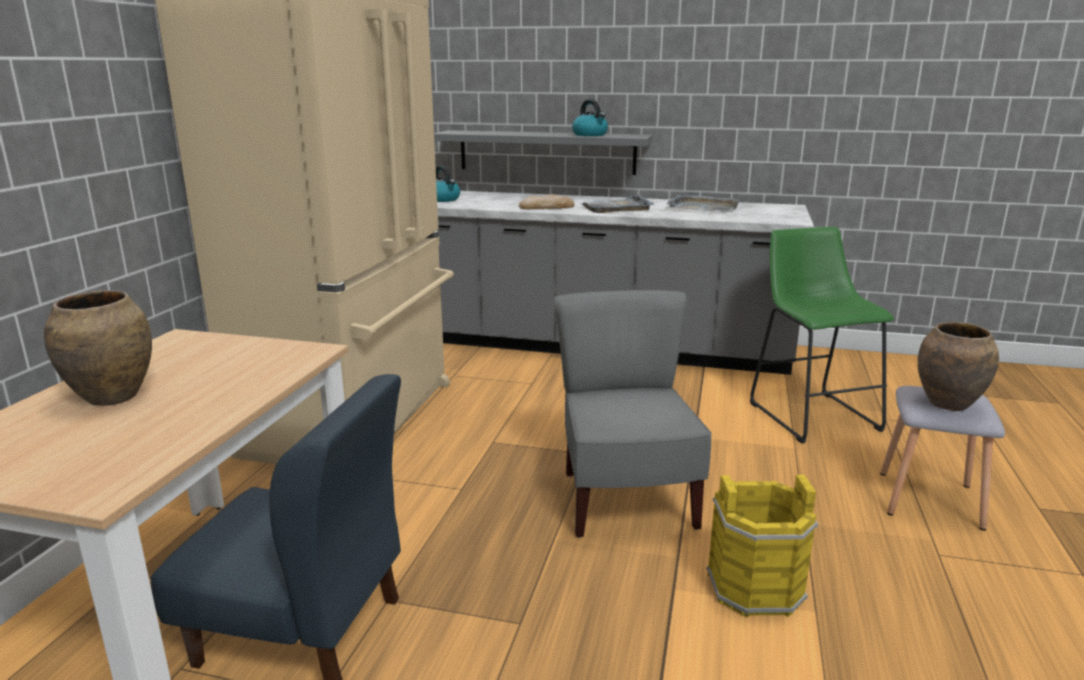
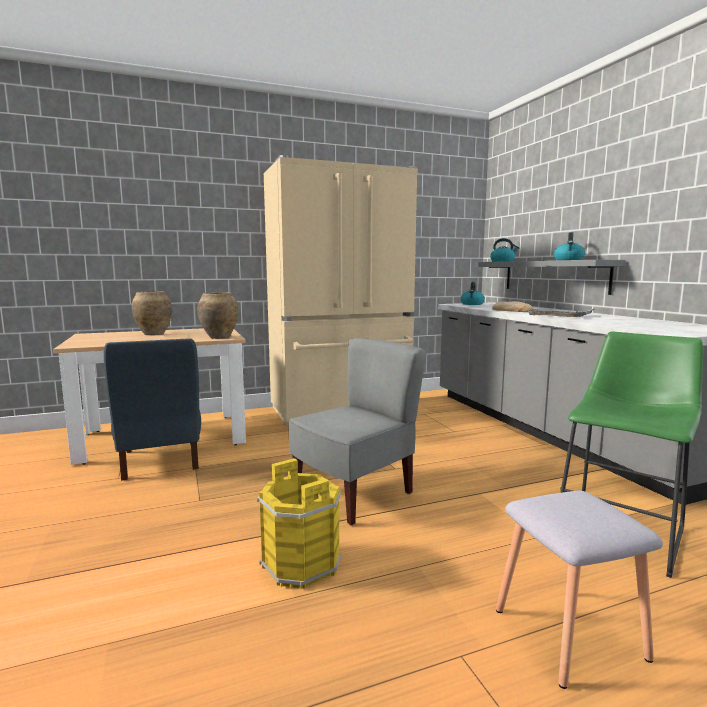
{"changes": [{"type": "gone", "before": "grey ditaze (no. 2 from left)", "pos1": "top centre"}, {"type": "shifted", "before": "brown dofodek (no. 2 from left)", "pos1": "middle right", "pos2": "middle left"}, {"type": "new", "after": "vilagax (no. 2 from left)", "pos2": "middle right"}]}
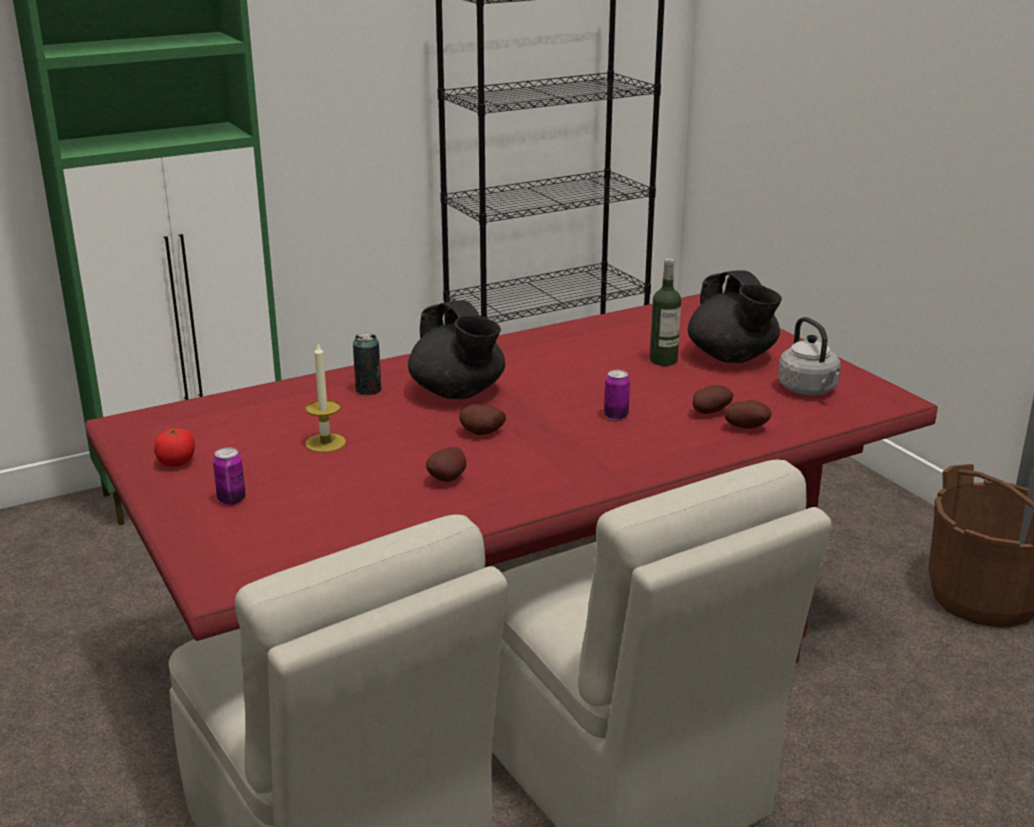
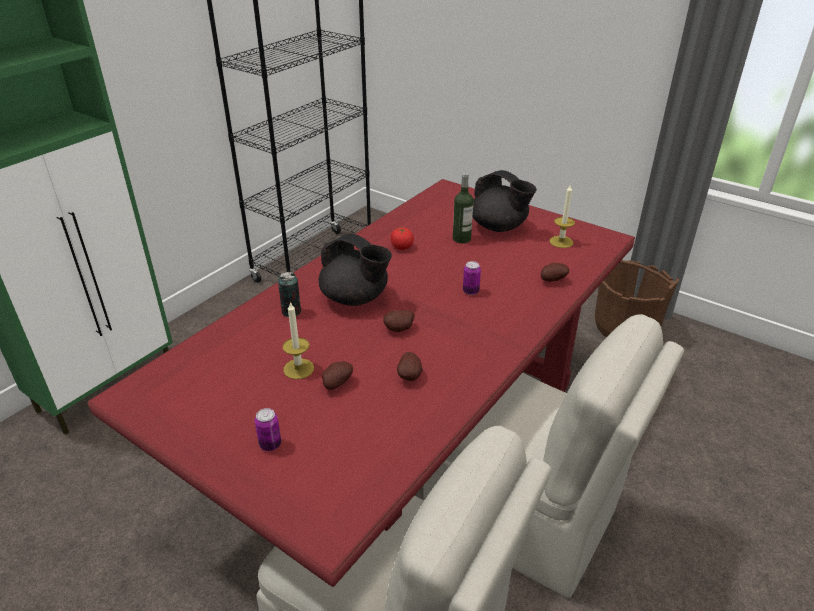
{"changes": [{"type": "shifted", "before": "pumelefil", "pos1": "middle left", "pos2": "centre"}, {"type": "shifted", "before": "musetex (no. 3 from left in the first image)", "after": "musetex (no. 1 from left)", "pos1": "middle right", "pos2": "centre"}, {"type": "swapped", "before": "grey vilagax", "after": "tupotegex (no. 2 from left)", "pos1": "middle right", "pos2": "middle right"}]}
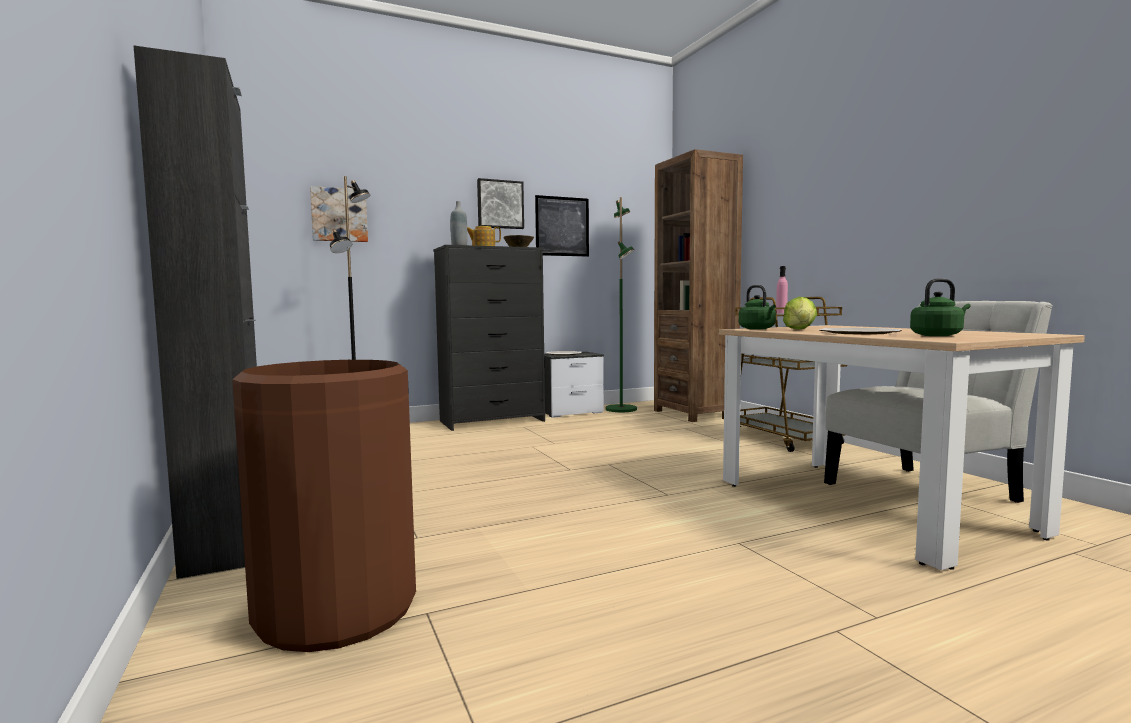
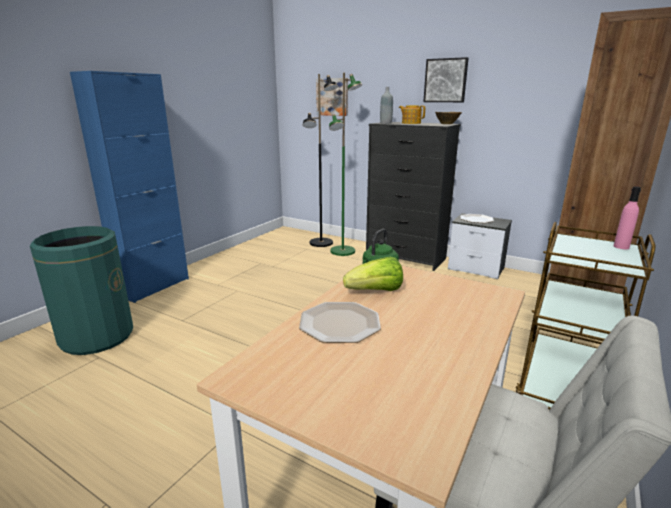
{"changes": [{"type": "repainted", "before": "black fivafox", "after": "blue fivafox", "pos1": "middle left", "pos2": "middle left"}, {"type": "repainted", "before": "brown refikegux", "after": "green refikegux", "pos1": "bottom left", "pos2": "middle left"}, {"type": "gone", "before": "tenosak (no. 3 from left)", "pos1": "top centre"}, {"type": "shifted", "before": "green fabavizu", "pos1": "centre", "pos2": "top centre"}, {"type": "gone", "before": "green vilagax (no. 2 from left)", "pos1": "middle right"}]}
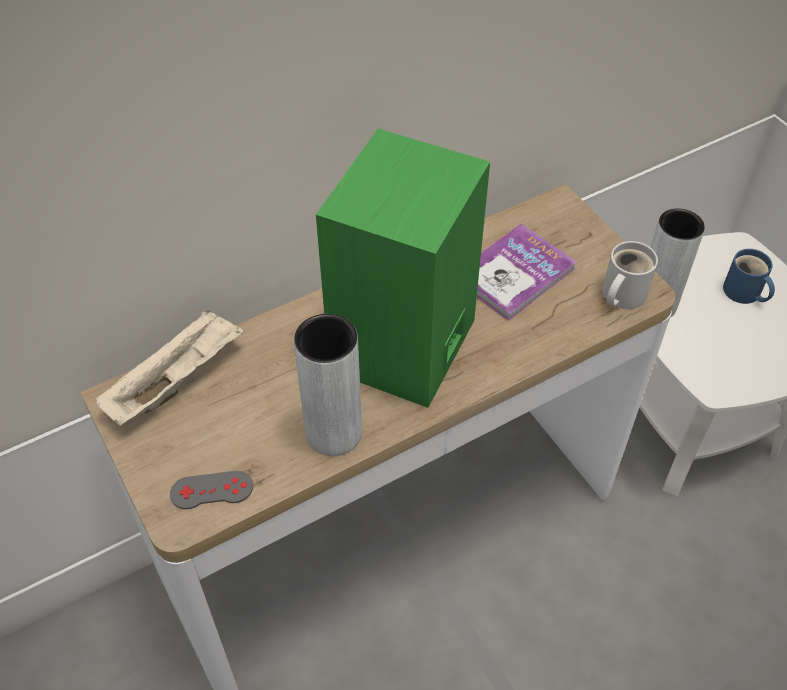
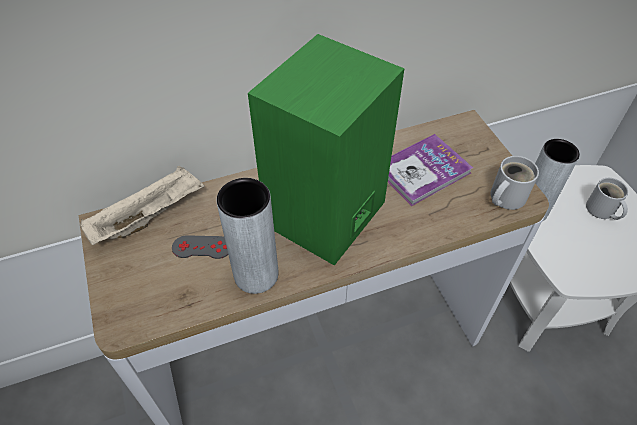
{"changes": [{"type": "shifted", "before": "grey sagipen", "pos1": "bottom left", "pos2": "middle left"}, {"type": "repainted", "before": "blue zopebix", "after": "white zopebix (no. 2 from left)", "pos1": "middle right", "pos2": "middle right"}]}
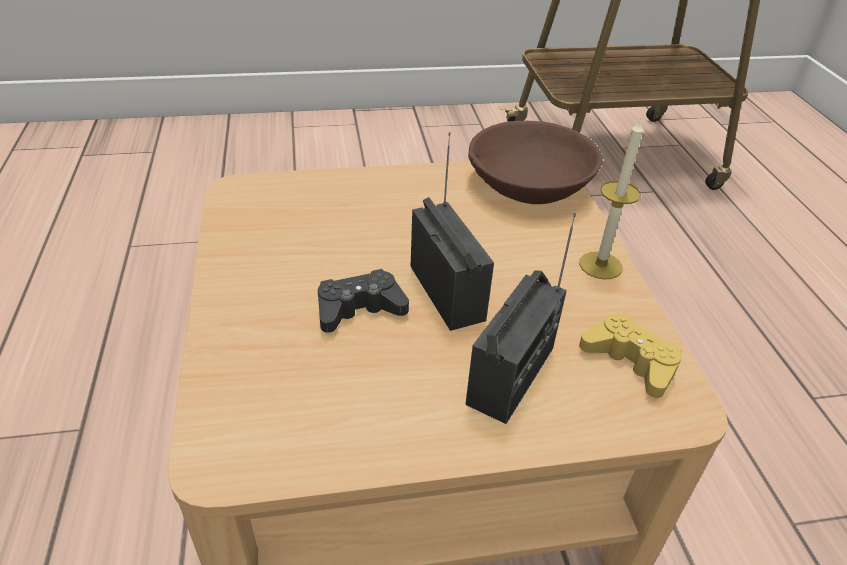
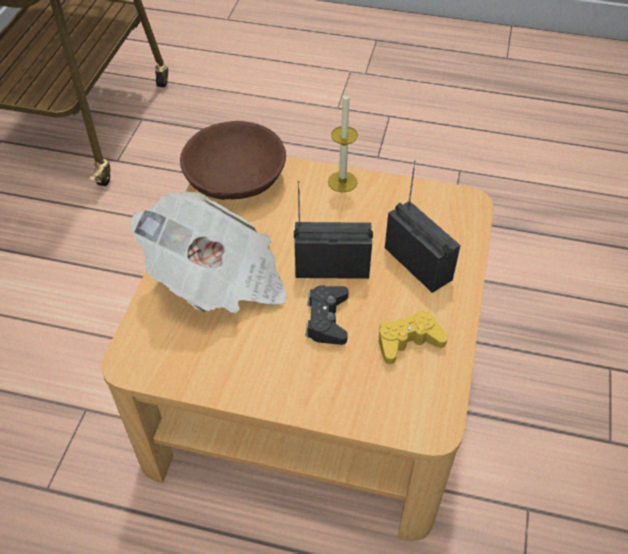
{"changes": [{"type": "shifted", "before": "yellow sagipen", "pos1": "middle right", "pos2": "centre"}, {"type": "new", "after": "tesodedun", "pos2": "middle left"}]}
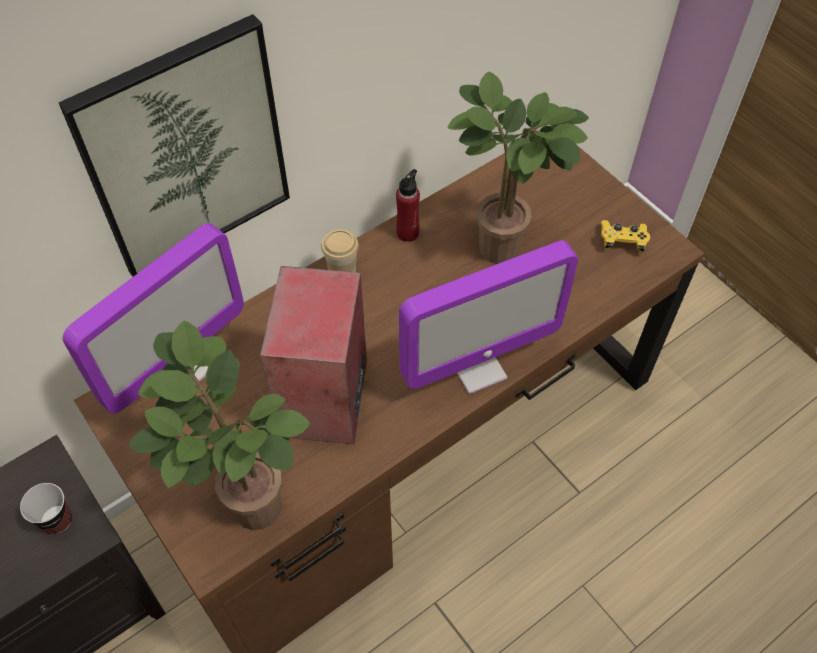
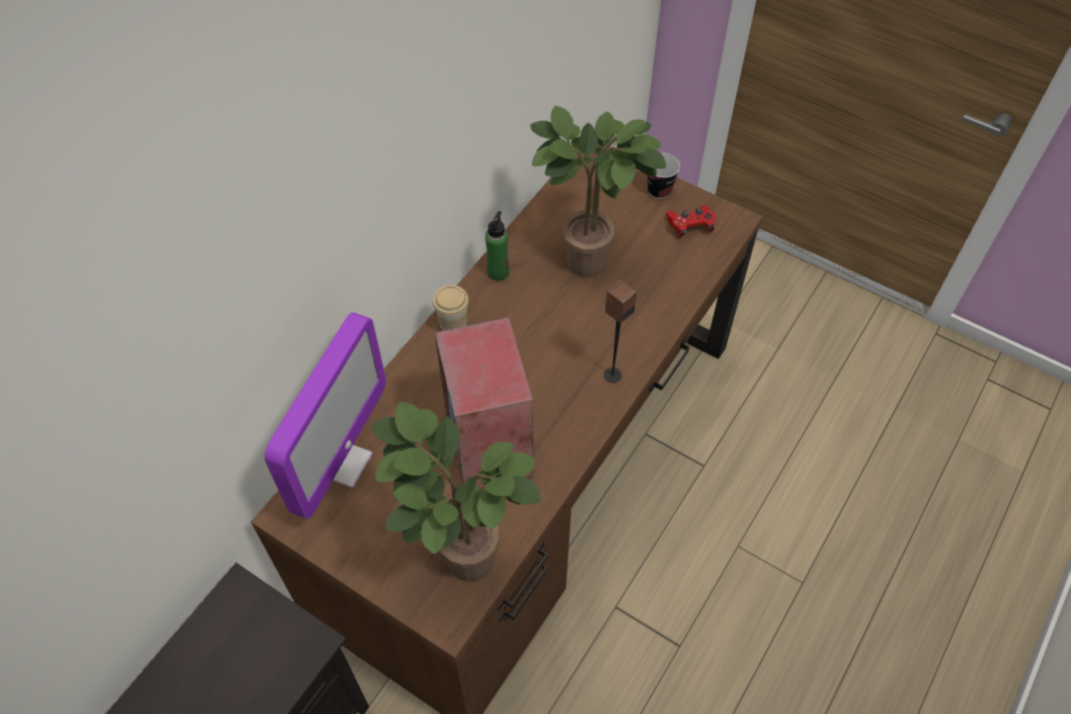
{"changes": [{"type": "shifted", "before": "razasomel (no. 1 from left in the first image)", "after": "razasomel (no. 2 from left)", "pos1": "bottom left", "pos2": "top centre"}, {"type": "gone", "before": "tenosak", "pos1": "top left"}, {"type": "repainted", "before": "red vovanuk", "after": "green vovanuk", "pos1": "top centre", "pos2": "centre"}, {"type": "swapped", "before": "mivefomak (no. 2 from left)", "after": "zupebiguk (no. 2 from left)", "pos1": "centre", "pos2": "centre"}, {"type": "repainted", "before": "yellow sagipen", "after": "red sagipen", "pos1": "middle right", "pos2": "top centre"}]}
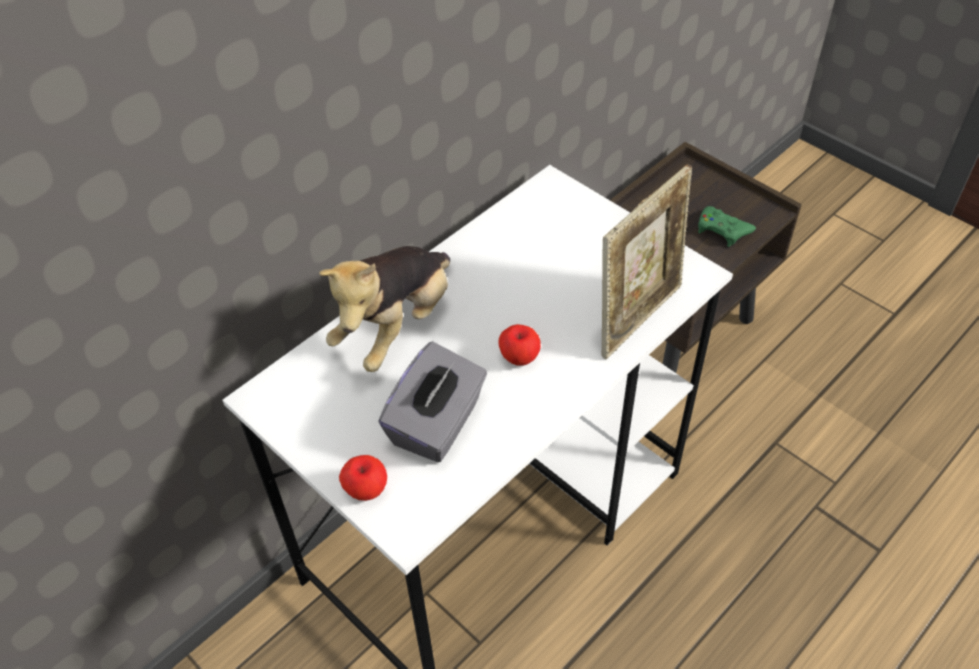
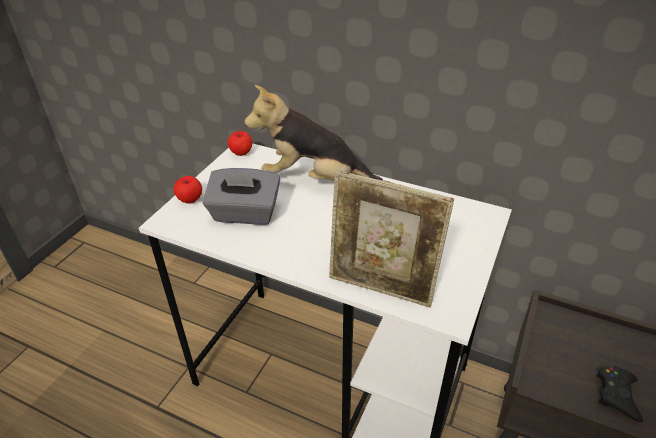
{"changes": [{"type": "shifted", "before": "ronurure (no. 2 from left)", "pos1": "centre", "pos2": "top centre"}, {"type": "repainted", "before": "green sagipen", "after": "black sagipen", "pos1": "middle right", "pos2": "bottom right"}]}
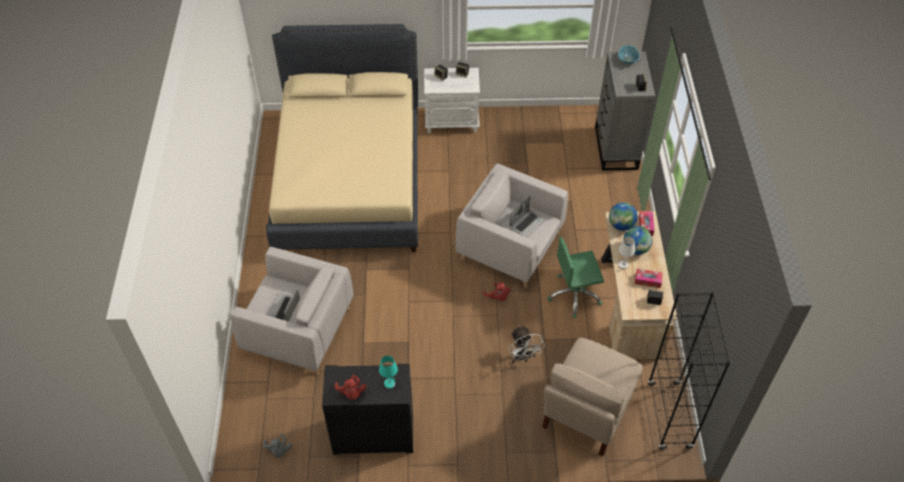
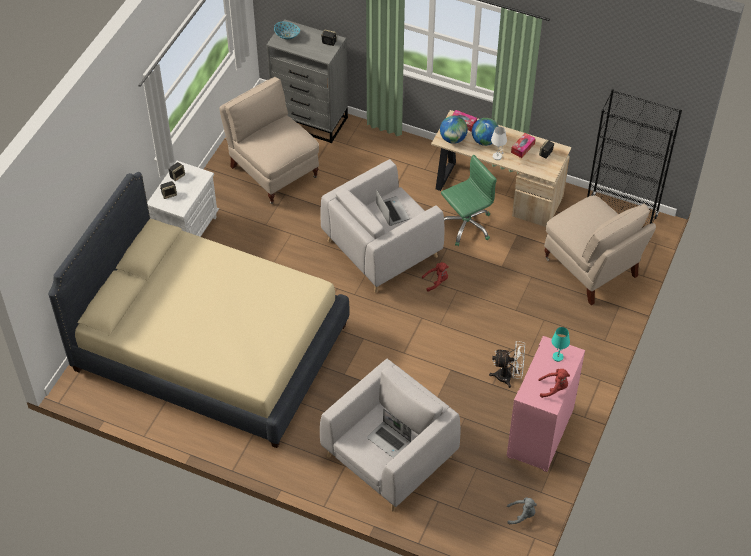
{"changes": [{"type": "repainted", "before": "black fivafox", "after": "pink fivafox", "pos1": "bottom centre", "pos2": "bottom right"}, {"type": "shifted", "before": "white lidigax", "pos1": "bottom centre", "pos2": "middle right"}, {"type": "rotated", "before": "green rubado", "pos1": "centre", "pos2": "centre", "turn": -135}, {"type": "new", "after": "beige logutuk (no. 1 from left)", "pos2": "top centre"}]}
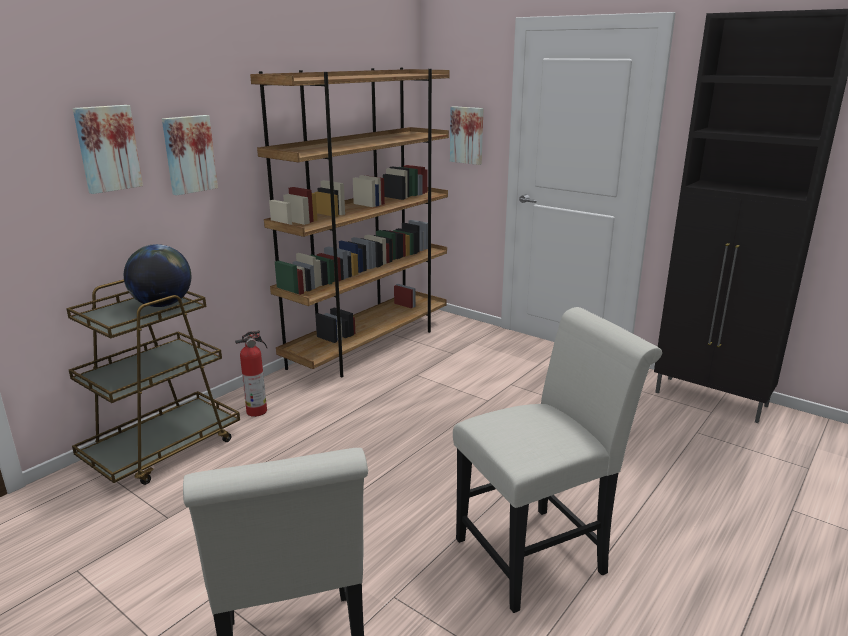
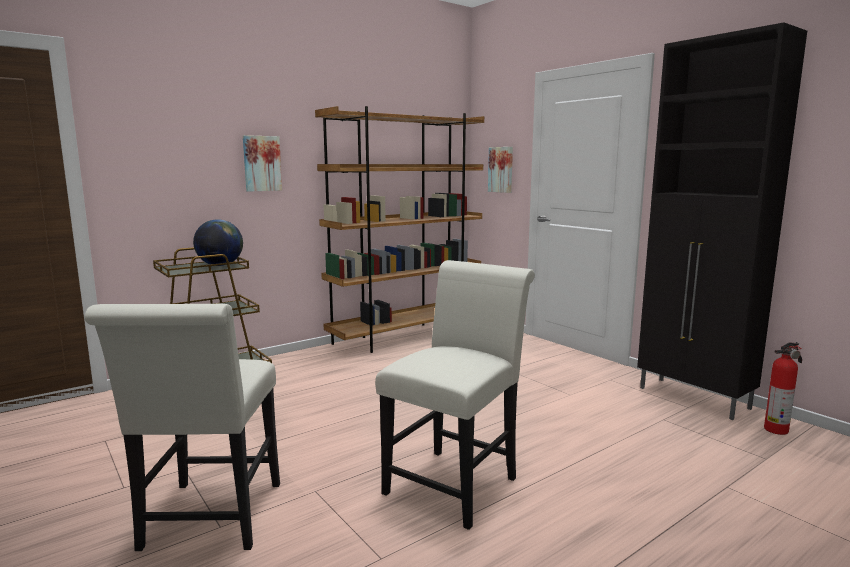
{"changes": [{"type": "gone", "before": "tenosak (no. 1 from left)", "pos1": "top left"}, {"type": "shifted", "before": "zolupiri", "pos1": "middle left", "pos2": "bottom right"}, {"type": "rotated", "before": "white logutuk (no. 2 from left)", "pos1": "bottom centre", "pos2": "bottom centre", "turn": -45}]}
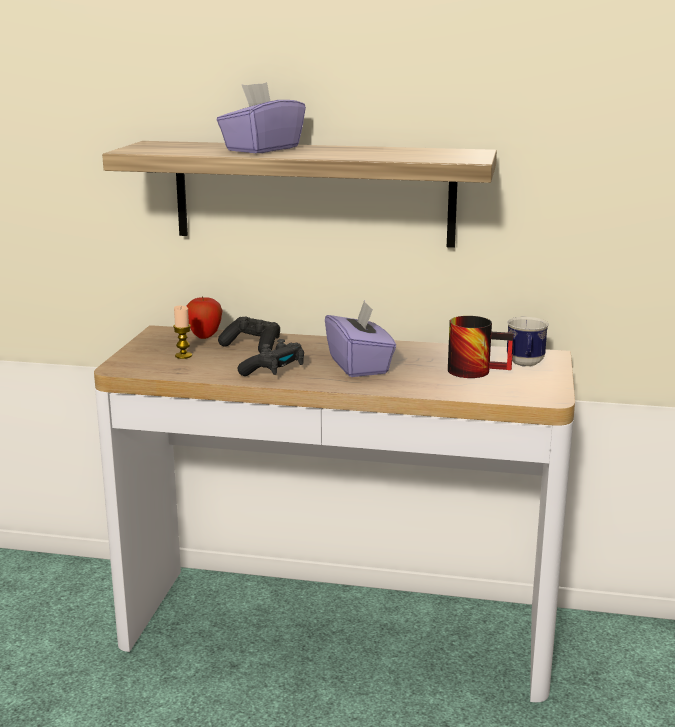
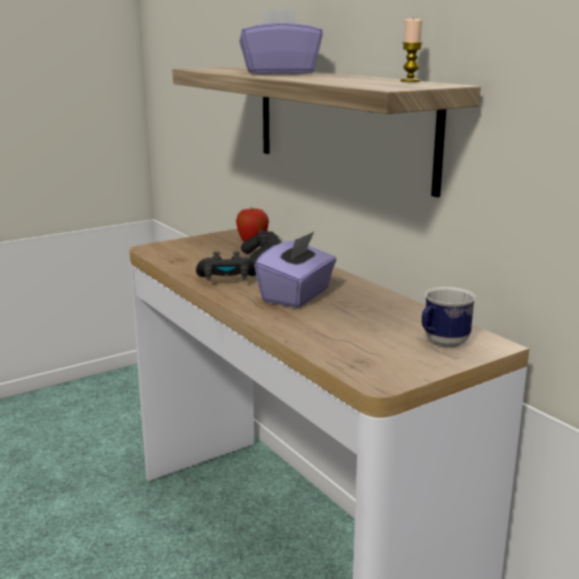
{"changes": [{"type": "shifted", "before": "tupotegex", "pos1": "middle left", "pos2": "top right"}, {"type": "gone", "before": "zopebix (no. 1 from left)", "pos1": "middle right"}]}
